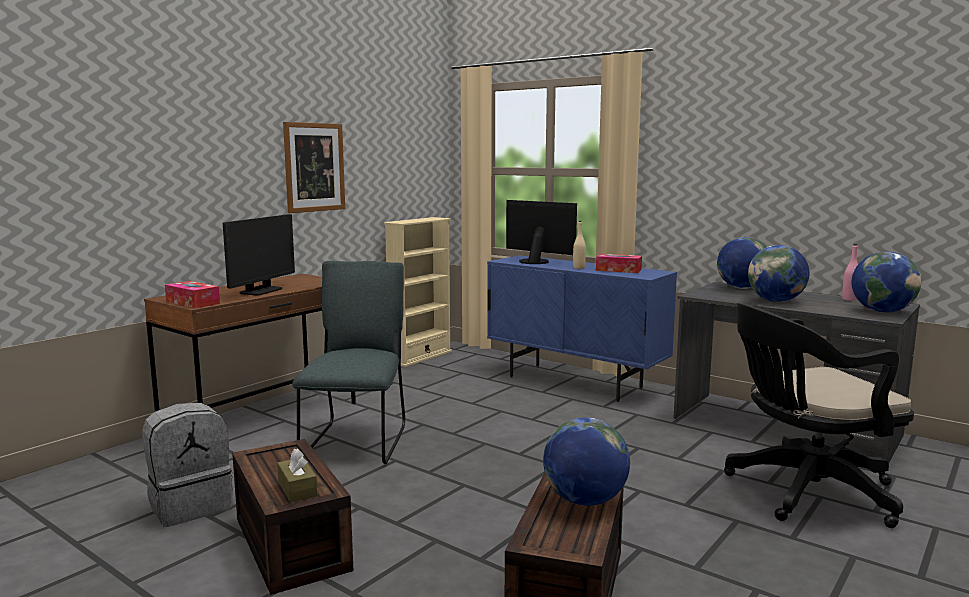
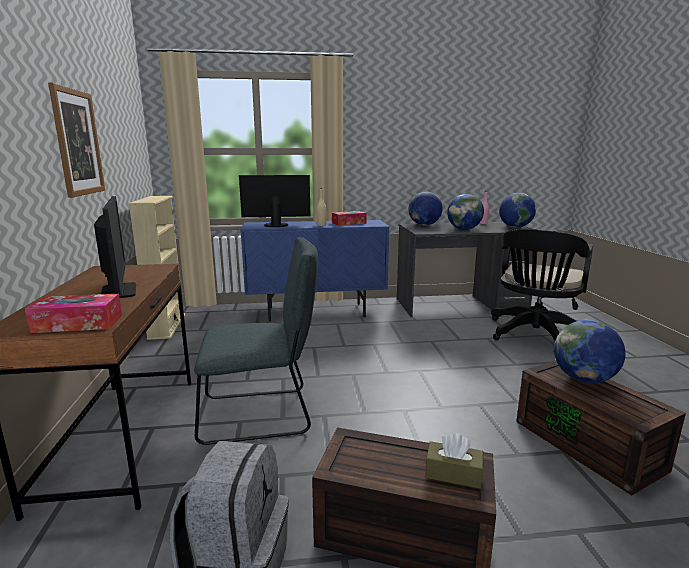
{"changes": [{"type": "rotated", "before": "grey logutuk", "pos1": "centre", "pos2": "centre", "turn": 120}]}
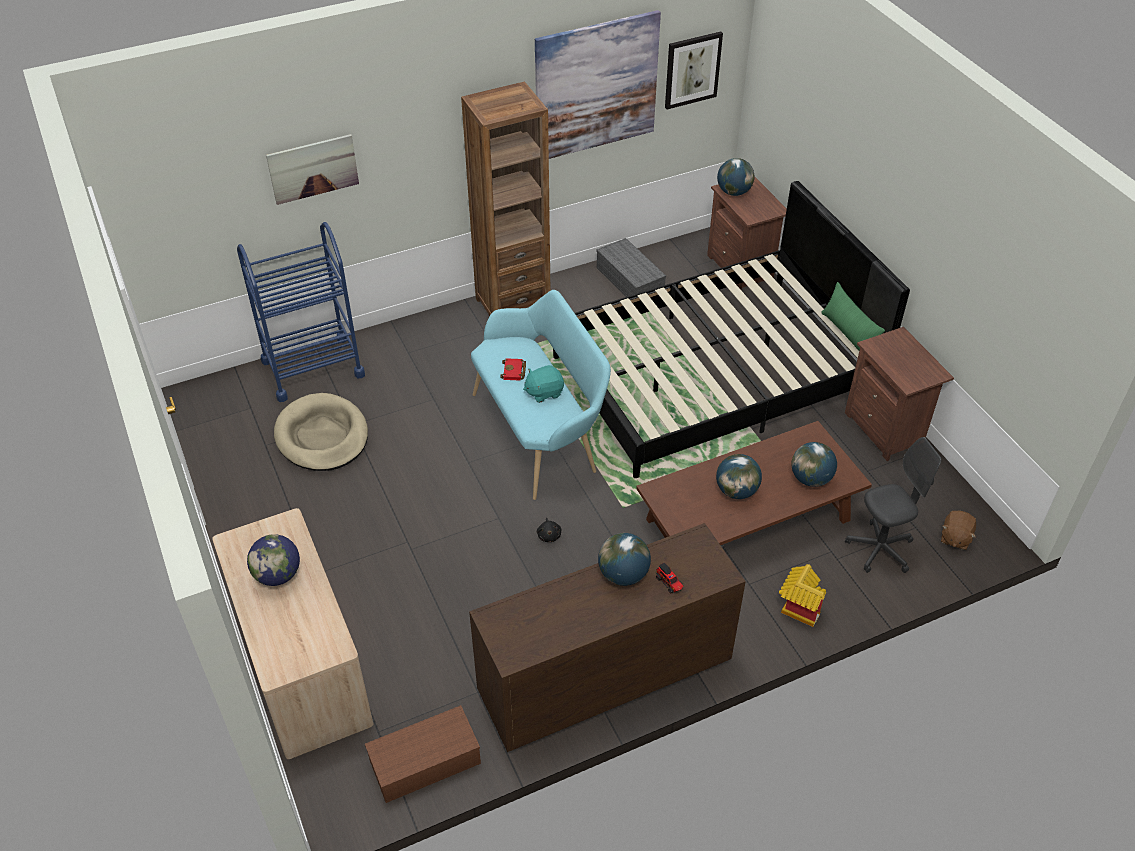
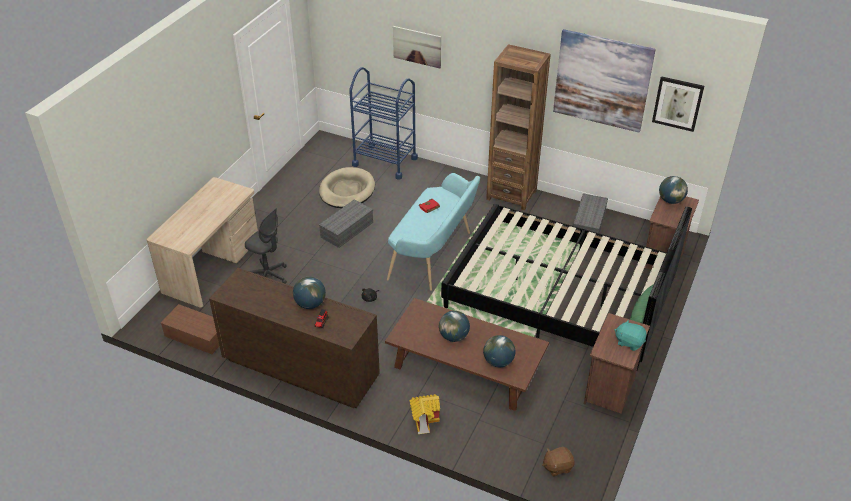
{"changes": [{"type": "gone", "before": "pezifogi (no. 1 from left)", "pos1": "middle left"}, {"type": "shifted", "before": "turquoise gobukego", "pos1": "centre", "pos2": "bottom right"}, {"type": "shifted", "before": "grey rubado", "pos1": "middle right", "pos2": "middle left"}, {"type": "new", "after": "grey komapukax (no. 1 from left)", "pos2": "centre"}]}
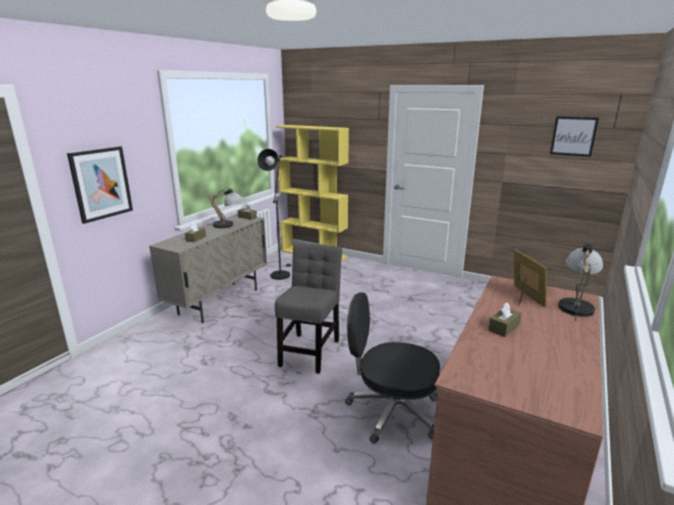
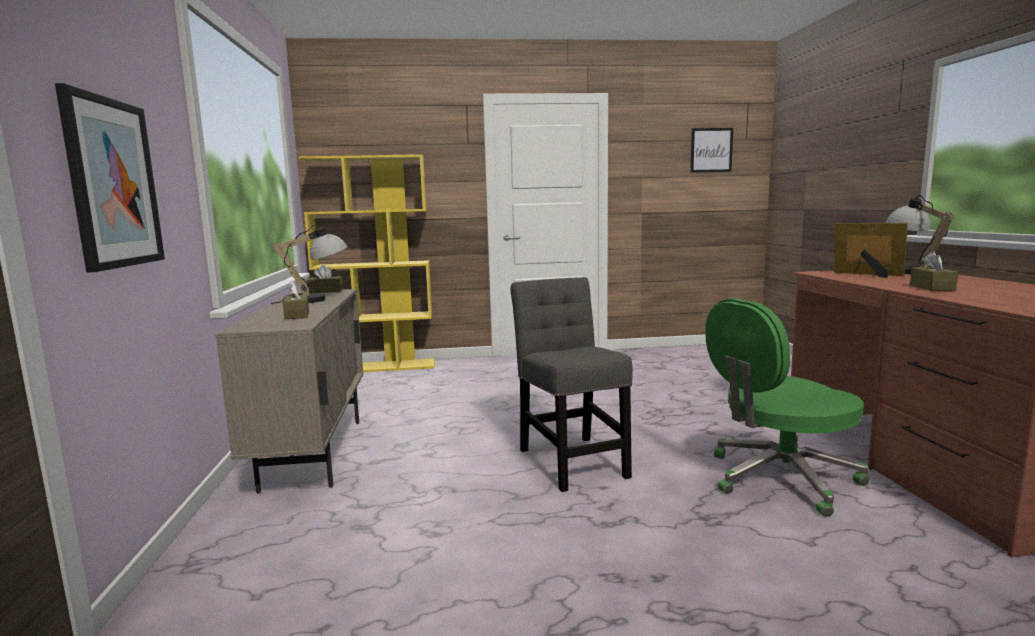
{"changes": [{"type": "gone", "before": "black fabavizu", "pos1": "centre"}, {"type": "repainted", "before": "black rubado", "after": "green rubado", "pos1": "bottom centre", "pos2": "middle right"}]}
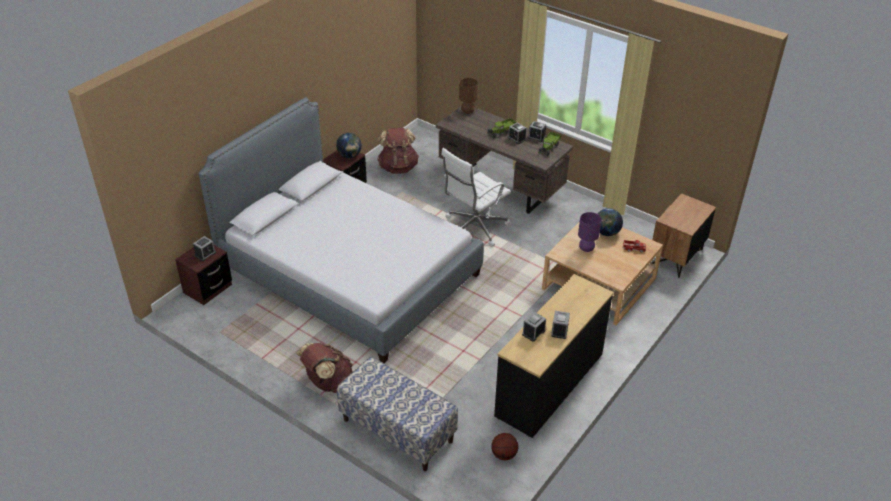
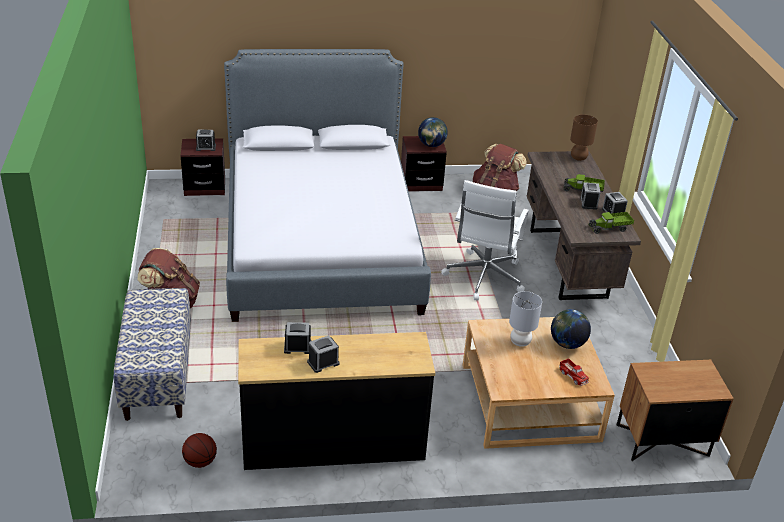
{"changes": [{"type": "rotated", "before": "white rubado", "pos1": "centre", "pos2": "centre", "turn": -75}, {"type": "repainted", "before": "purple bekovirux", "after": "grey bekovirux", "pos1": "centre", "pos2": "middle right"}]}
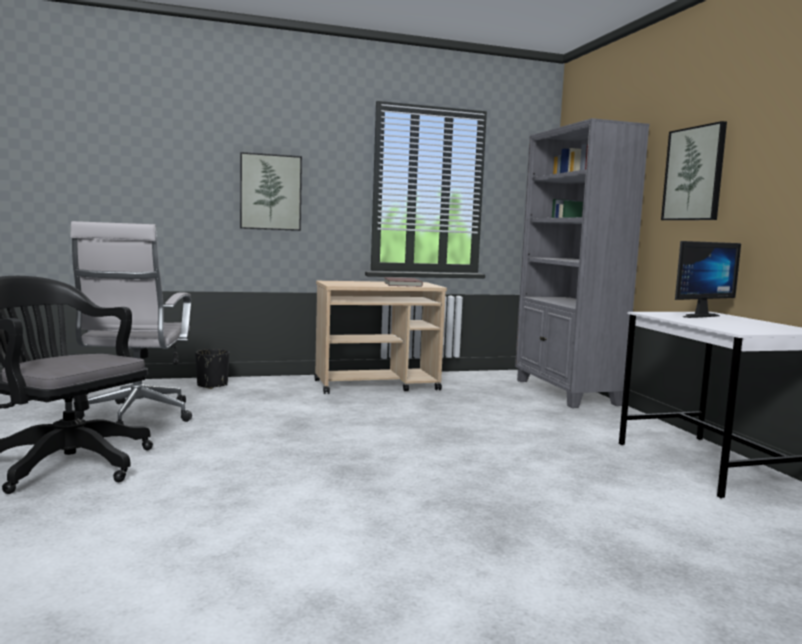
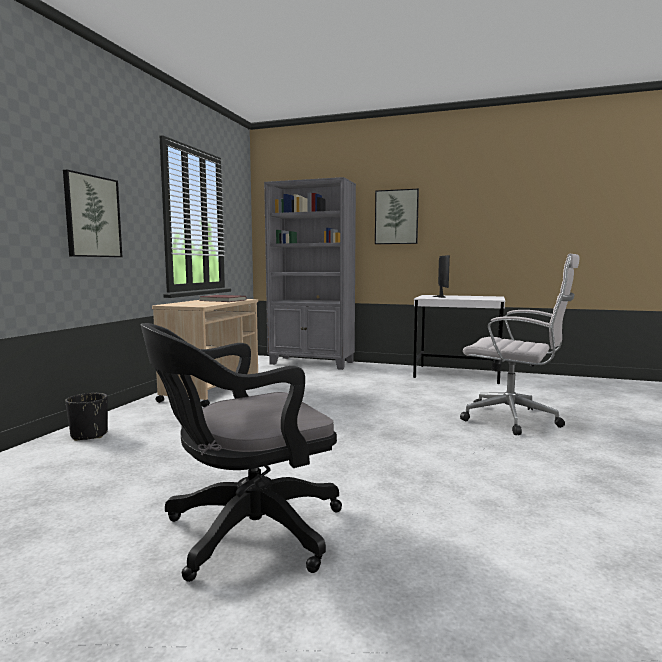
{"changes": [{"type": "shifted", "before": "white rubado", "pos1": "middle left", "pos2": "middle right"}]}
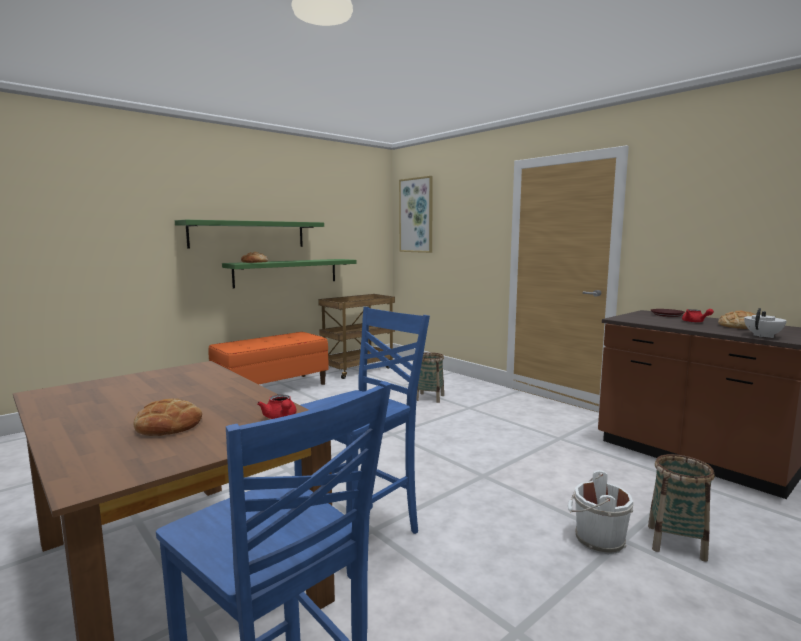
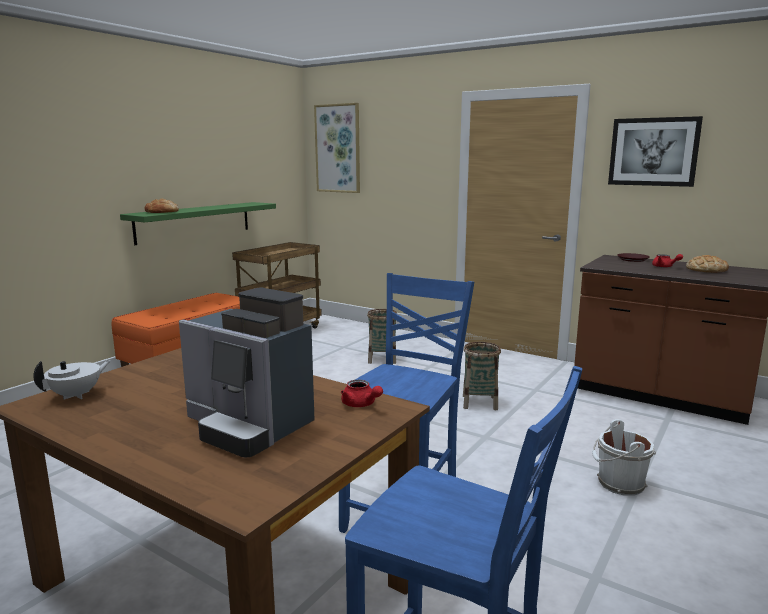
{"changes": [{"type": "swapped", "before": "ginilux (no. 1 from left)", "after": "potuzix", "pos1": "middle left", "pos2": "middle left"}, {"type": "gone", "before": "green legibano (no. 1 from left)", "pos1": "middle left"}, {"type": "shifted", "before": "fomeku (no. 2 from left)", "pos1": "bottom right", "pos2": "centre"}, {"type": "shifted", "before": "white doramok", "pos1": "middle right", "pos2": "middle left"}, {"type": "new", "after": "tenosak (no. 2 from left)", "pos2": "top right"}]}
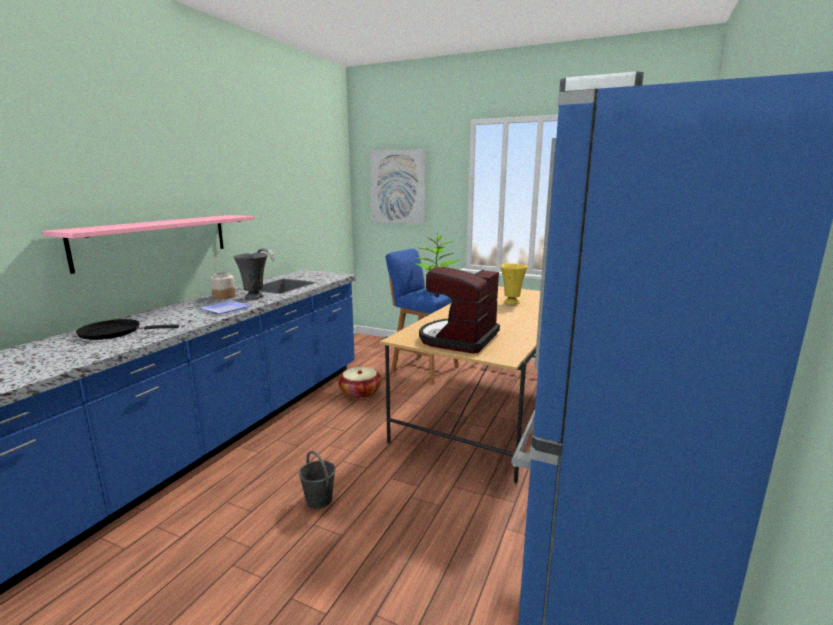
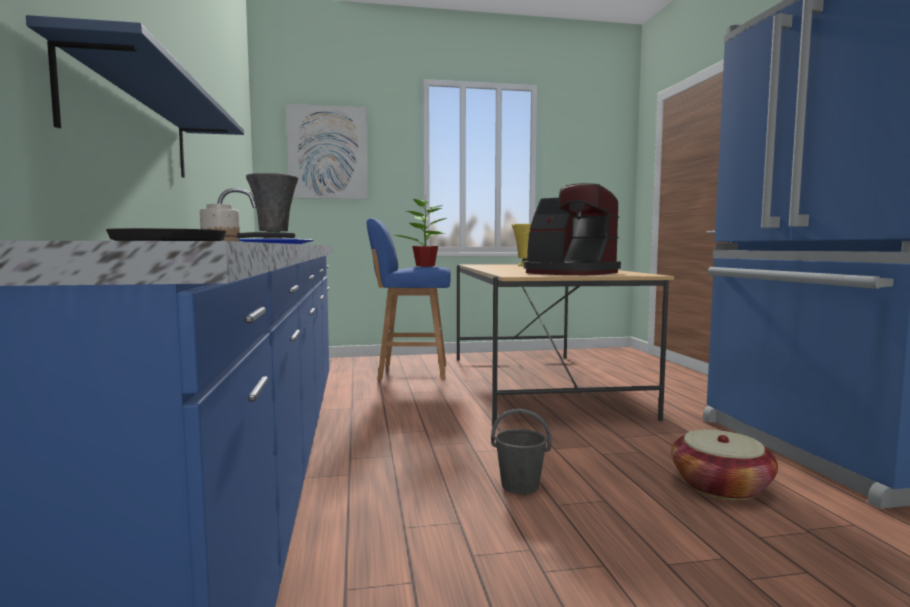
{"changes": [{"type": "repainted", "before": "pink legibano", "after": "blue legibano", "pos1": "middle left", "pos2": "top left"}, {"type": "shifted", "before": "fomeku", "pos1": "centre", "pos2": "bottom right"}, {"type": "rotated", "before": "potuzix", "pos1": "centre", "pos2": "centre", "turn": -45}]}
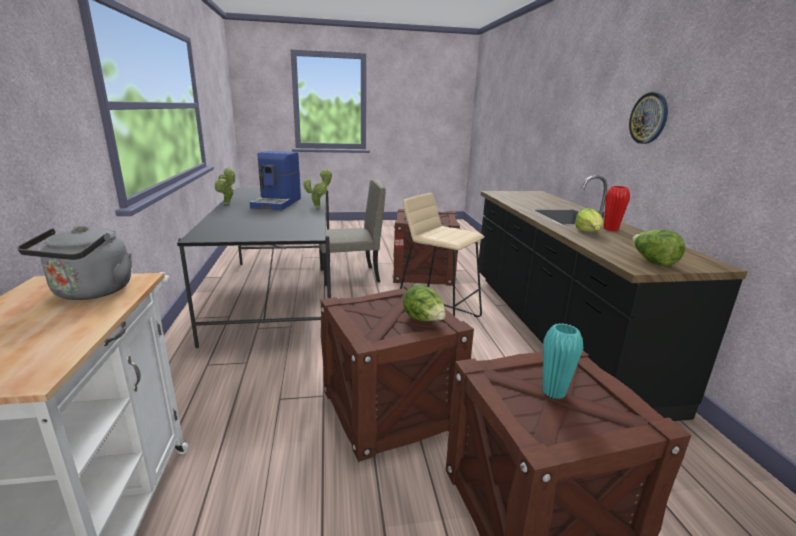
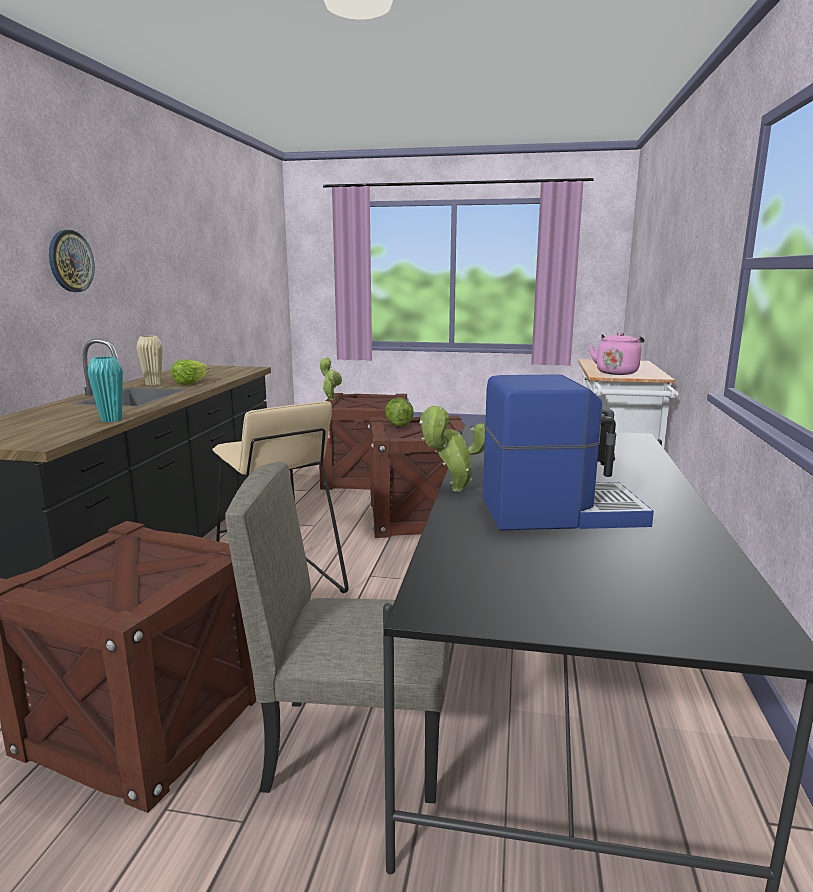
{"changes": [{"type": "repainted", "before": "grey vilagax", "after": "pink vilagax", "pos1": "middle left", "pos2": "middle right"}, {"type": "shifted", "before": "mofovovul (no. 1 from left)", "pos1": "middle left", "pos2": "centre"}, {"type": "rotated", "before": "potuzix", "pos1": "centre", "pos2": "middle right", "turn": 60}, {"type": "shifted", "before": "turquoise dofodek", "pos1": "bottom right", "pos2": "middle left"}, {"type": "repainted", "before": "red dofodek", "after": "beige dofodek", "pos1": "middle right", "pos2": "middle left"}, {"type": "gone", "before": "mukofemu (no. 3 from left)", "pos1": "middle right"}]}
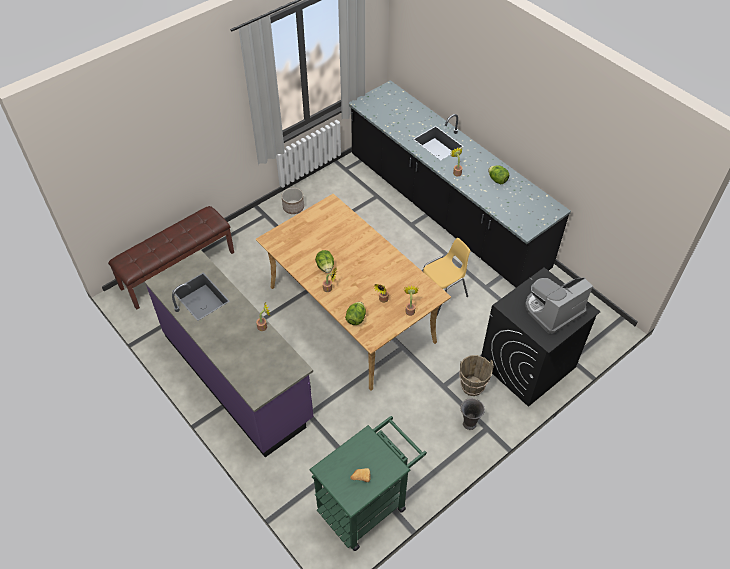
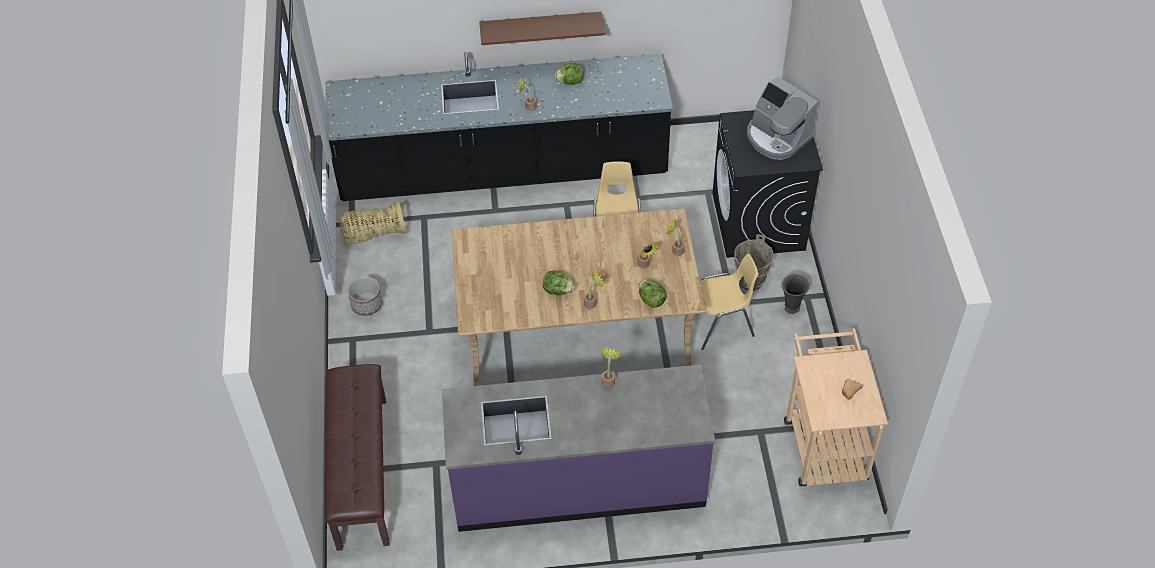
{"changes": [{"type": "repainted", "before": "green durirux", "after": "beige durirux", "pos1": "bottom centre", "pos2": "bottom right"}, {"type": "rotated", "before": "potuzix", "pos1": "middle right", "pos2": "top right", "turn": -45}, {"type": "new", "after": "fomeku", "pos2": "middle left"}, {"type": "new", "after": "brown legibano", "pos2": "top centre"}, {"type": "new", "after": "yellow logutuk (no. 2 from left)", "pos2": "centre"}]}
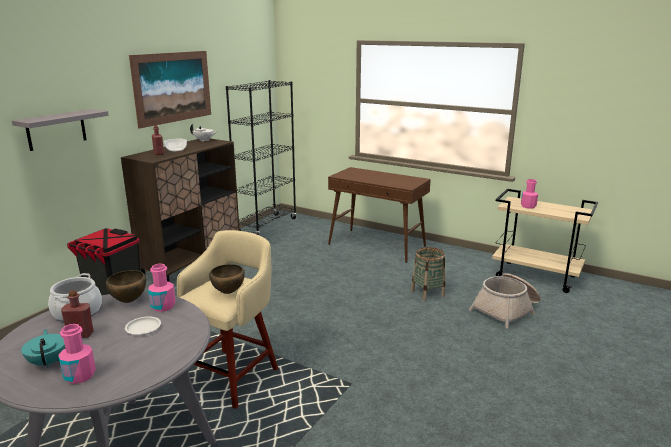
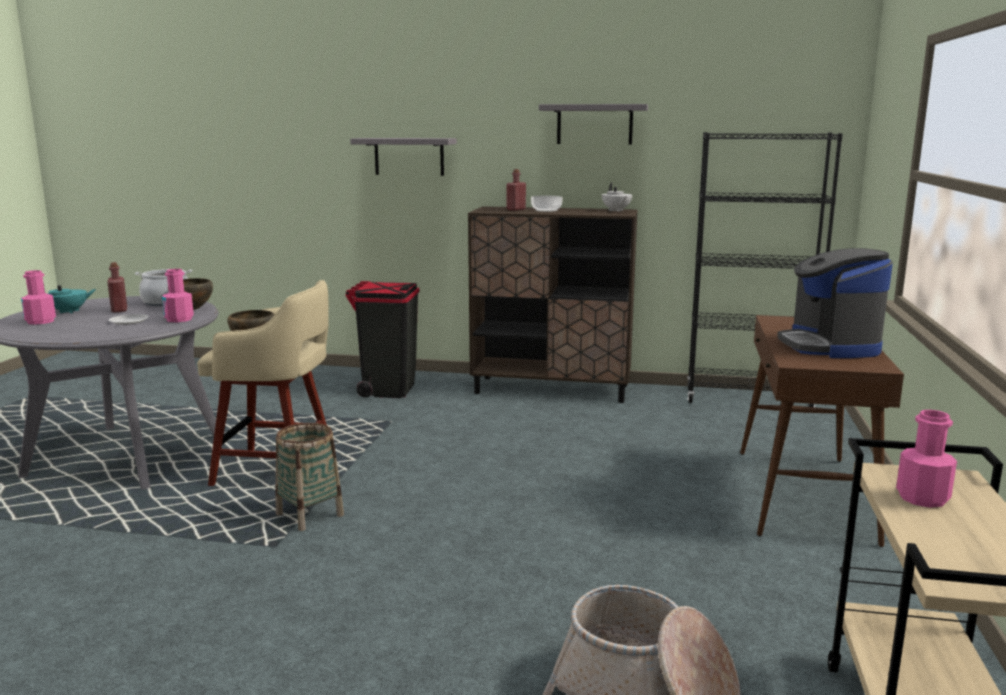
{"changes": [{"type": "swapped", "before": "tenosak", "after": "grey legibano (no. 2 from left)", "pos1": "top left", "pos2": "top centre"}, {"type": "shifted", "before": "fomeku (no. 1 from left)", "pos1": "centre", "pos2": "bottom left"}, {"type": "new", "after": "potuzix", "pos2": "middle right"}]}
